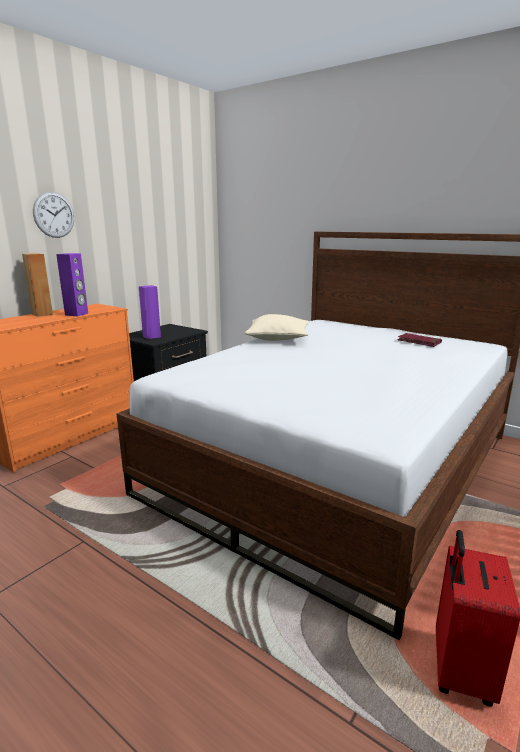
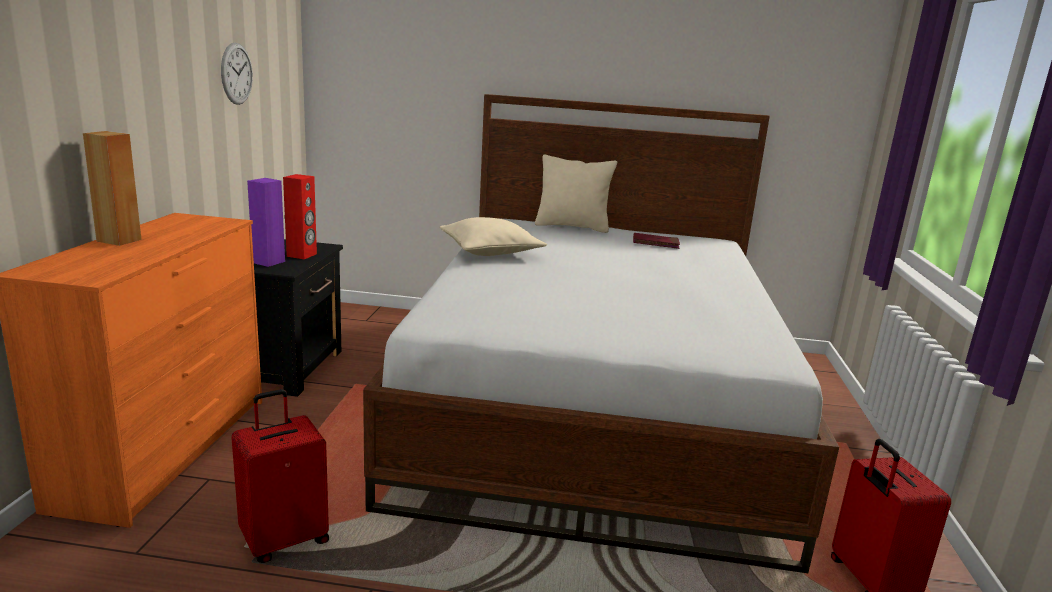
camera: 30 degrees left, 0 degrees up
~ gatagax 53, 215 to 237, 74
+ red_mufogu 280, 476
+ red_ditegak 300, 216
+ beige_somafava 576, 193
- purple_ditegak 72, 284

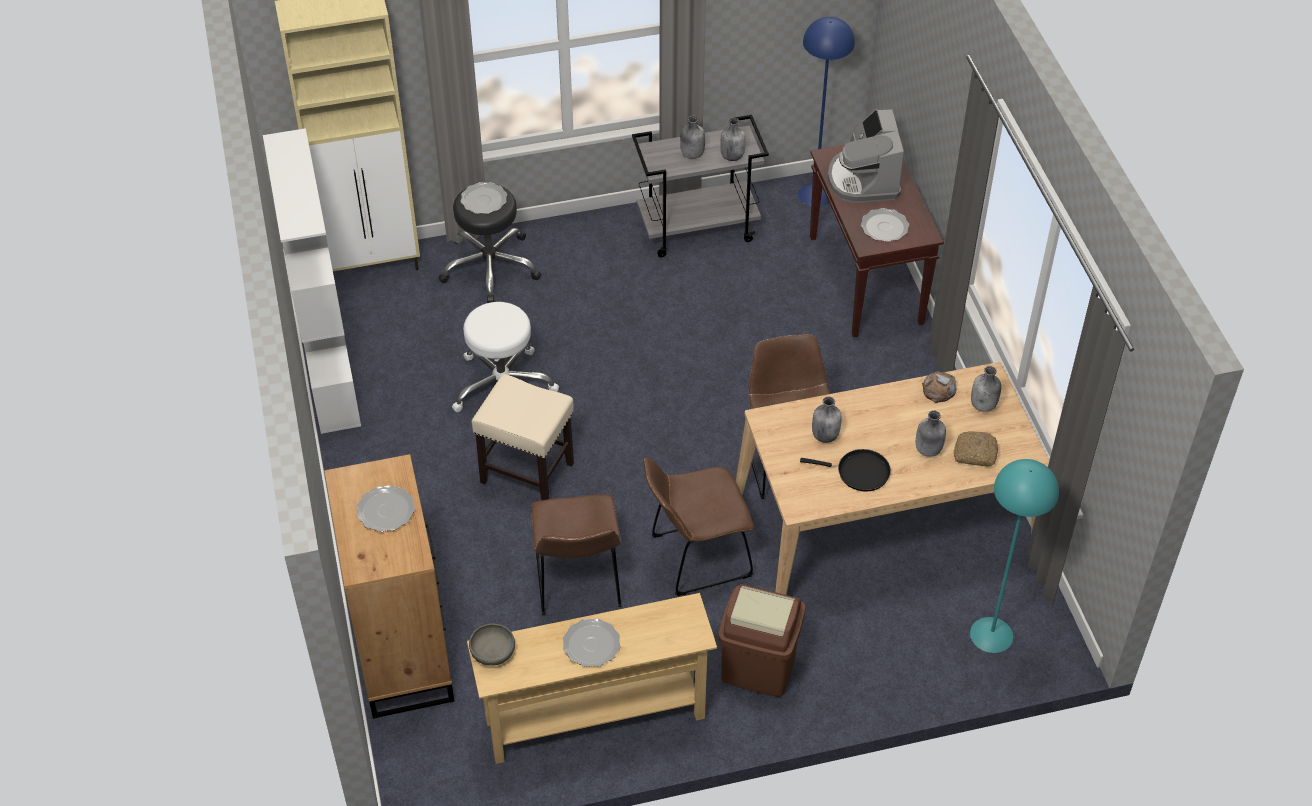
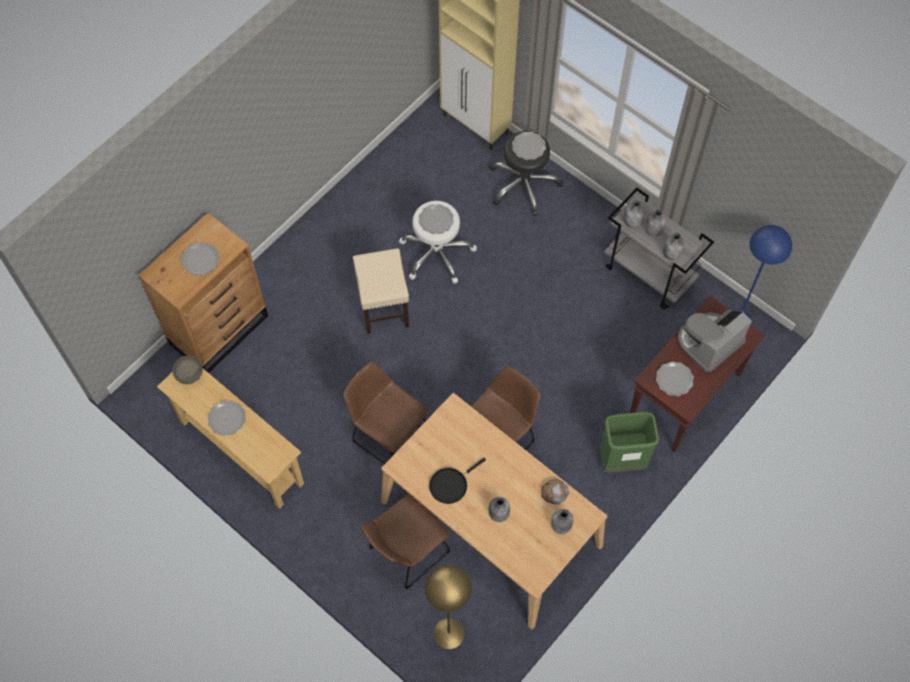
camera: 55 degrees right, 15 degrees up
~ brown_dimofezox 576, 555 to 406, 541
+ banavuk 436, 219
~ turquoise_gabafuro 1014, 556 to yellow_gabafuro 448, 607
~ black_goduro 845, 470 = 457, 481 75 degrees clockwise
+ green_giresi 629, 442
~ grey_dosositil 827, 420 to 634, 214
- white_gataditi 312, 281
- brown_giresi 761, 640
- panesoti 975, 449

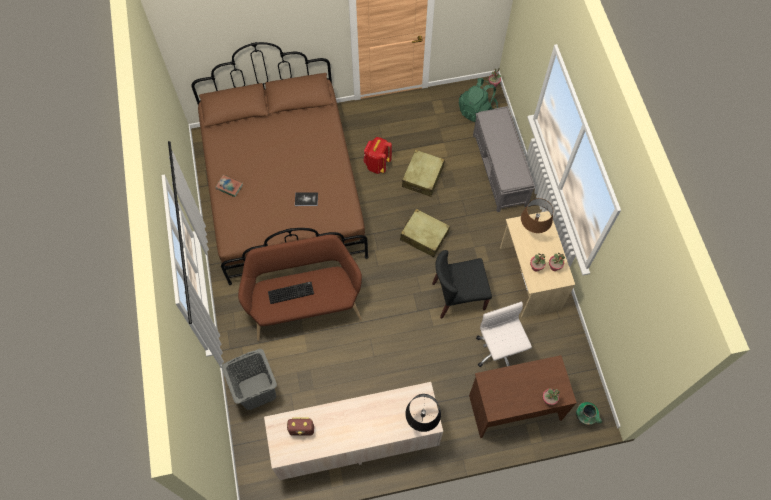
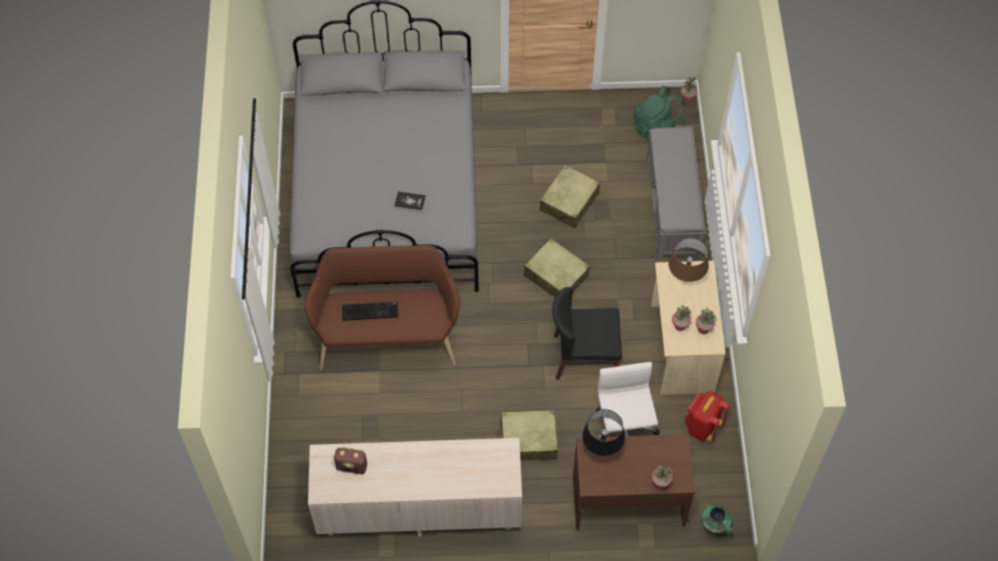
camera: 10 degrees right, 5 degrees down
~ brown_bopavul 279, 163 to grey_bopavul 384, 149
+ beige_mufogu 527, 435
~ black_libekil 423, 413 to 603, 432
~ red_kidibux 377, 155 to 707, 416
- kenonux 229, 186
- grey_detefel 249, 379

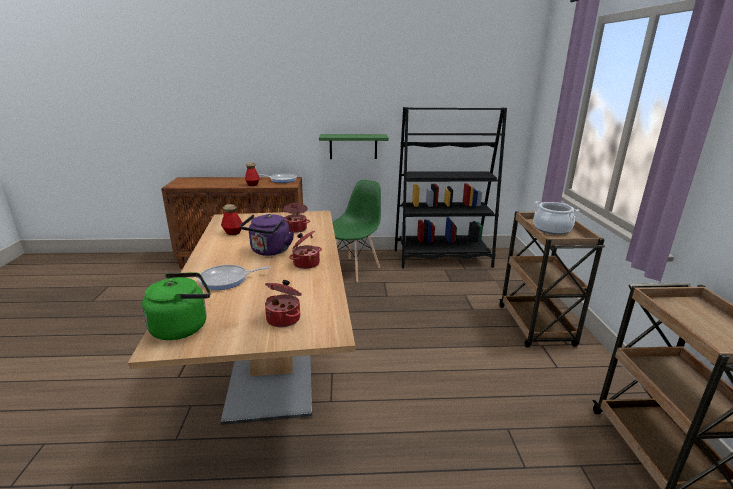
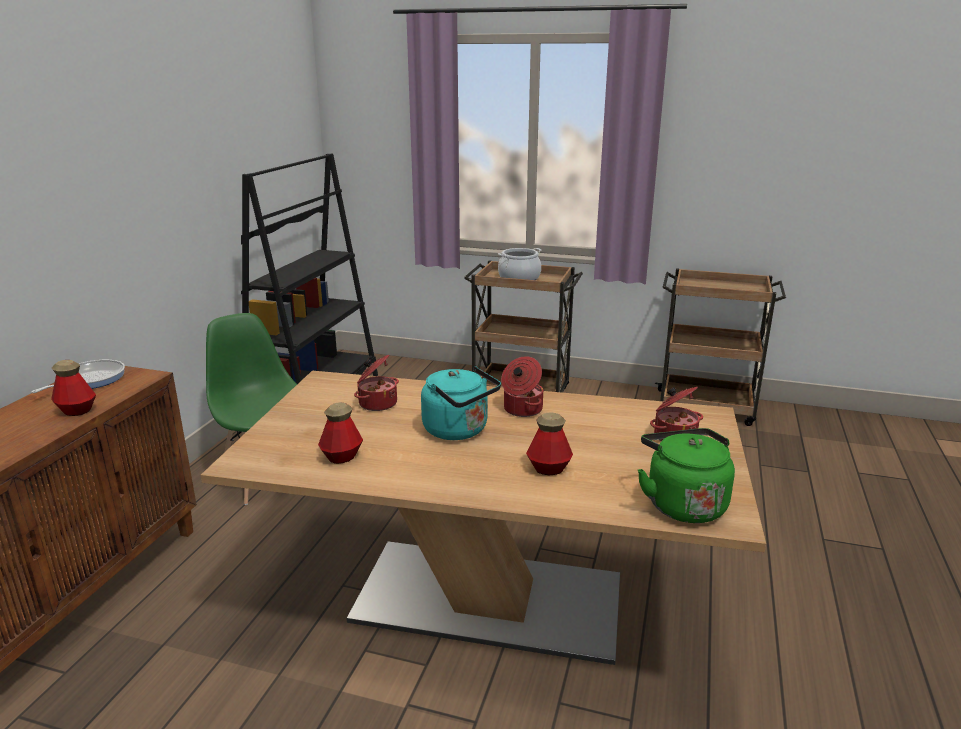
camera: 70 degrees left, 0 degrees up
~ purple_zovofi 267, 235 to turquoise_zovofi 461, 403
~ goduro 234, 277 to dosositil 549, 443
- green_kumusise 354, 146

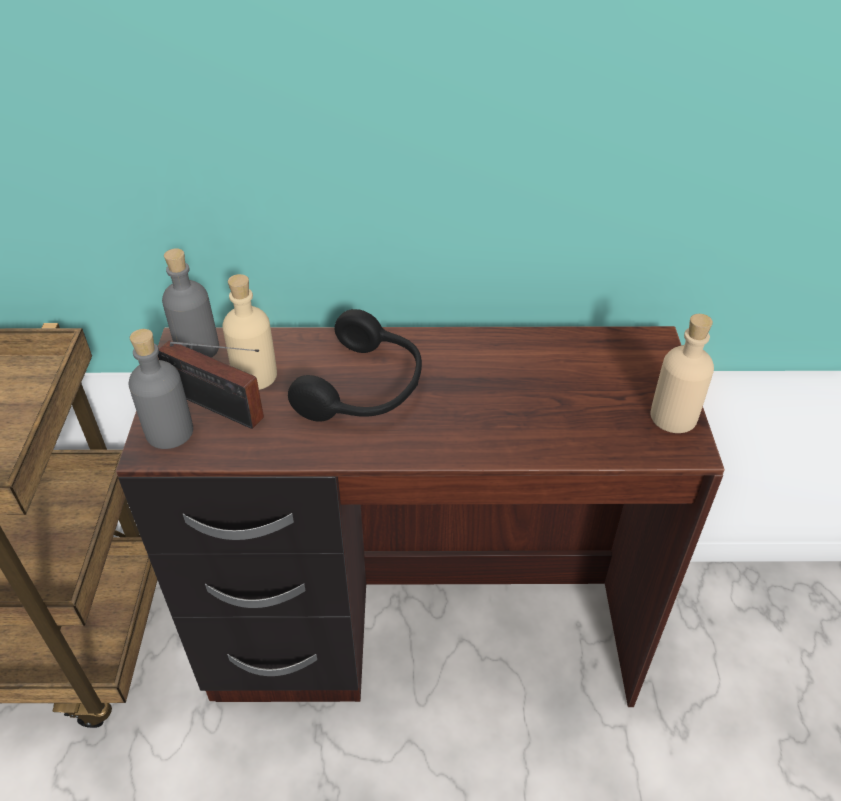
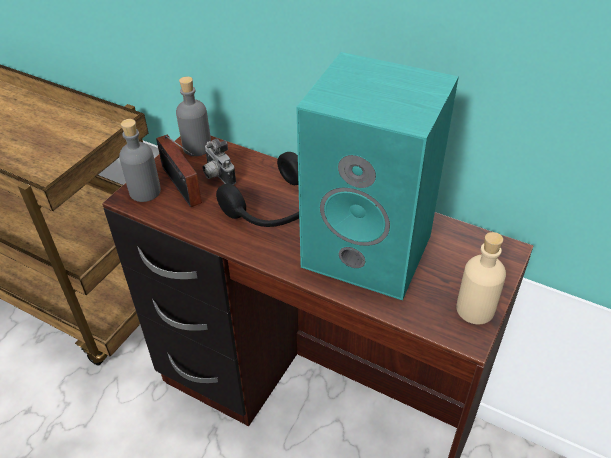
camera: 30 degrees right, 0 degrees up
~ beige_dosositil 249, 332 to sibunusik 219, 161
+ turquoise_ditegak 377, 176

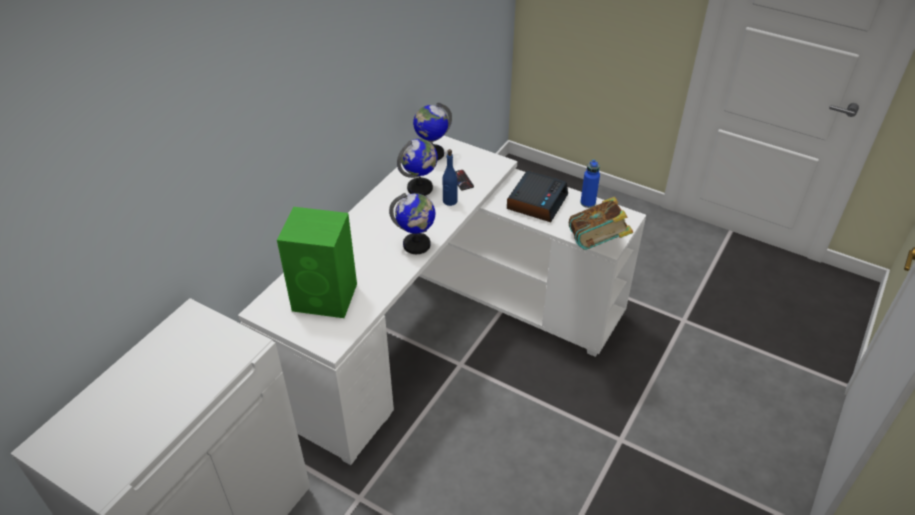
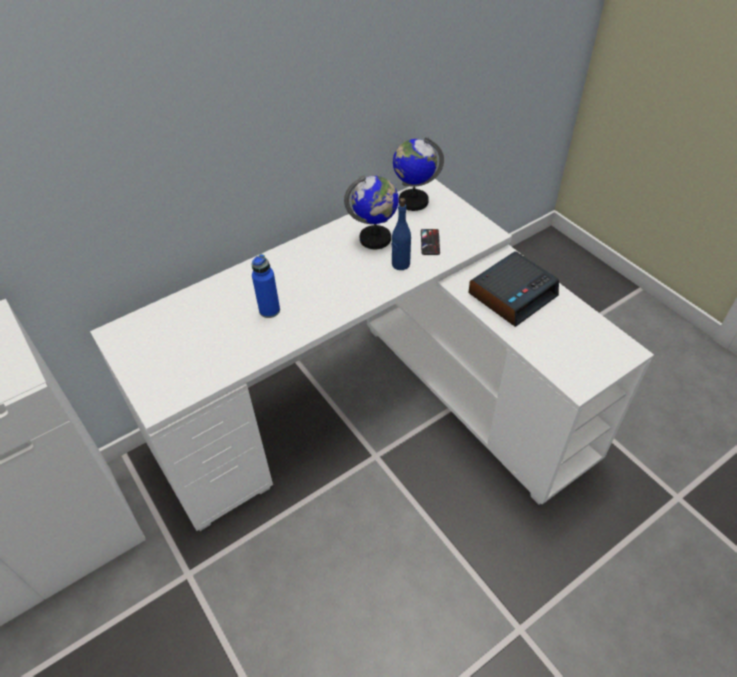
camera: 25 degrees right, 5 degrees up
~ blue_dosositil 590, 184 to 266, 286
- green_ditegak 317, 262
- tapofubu 412, 223
- kenonux 601, 223

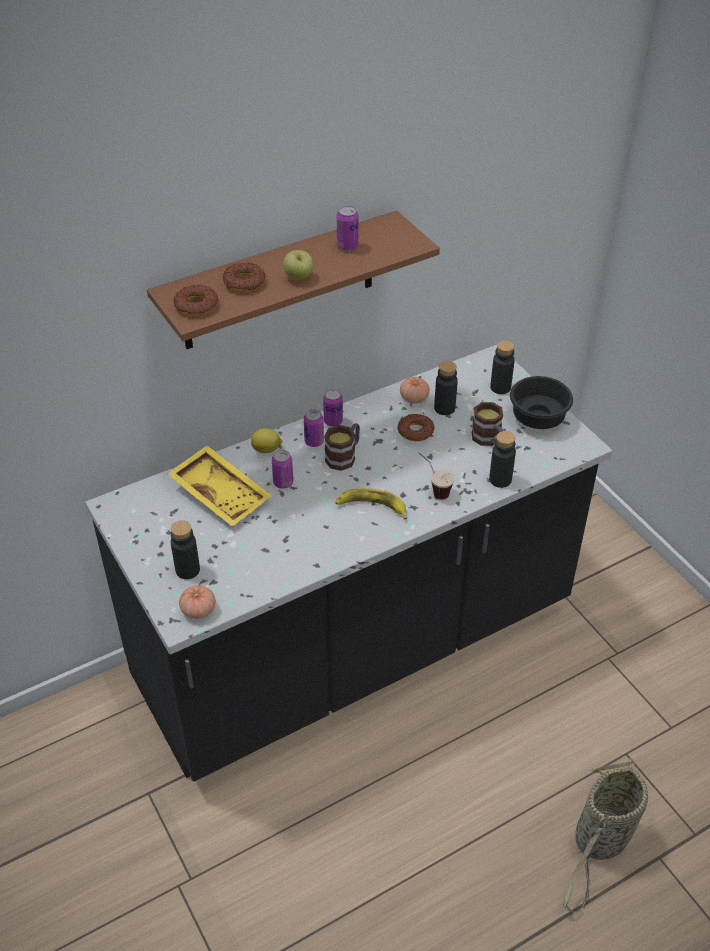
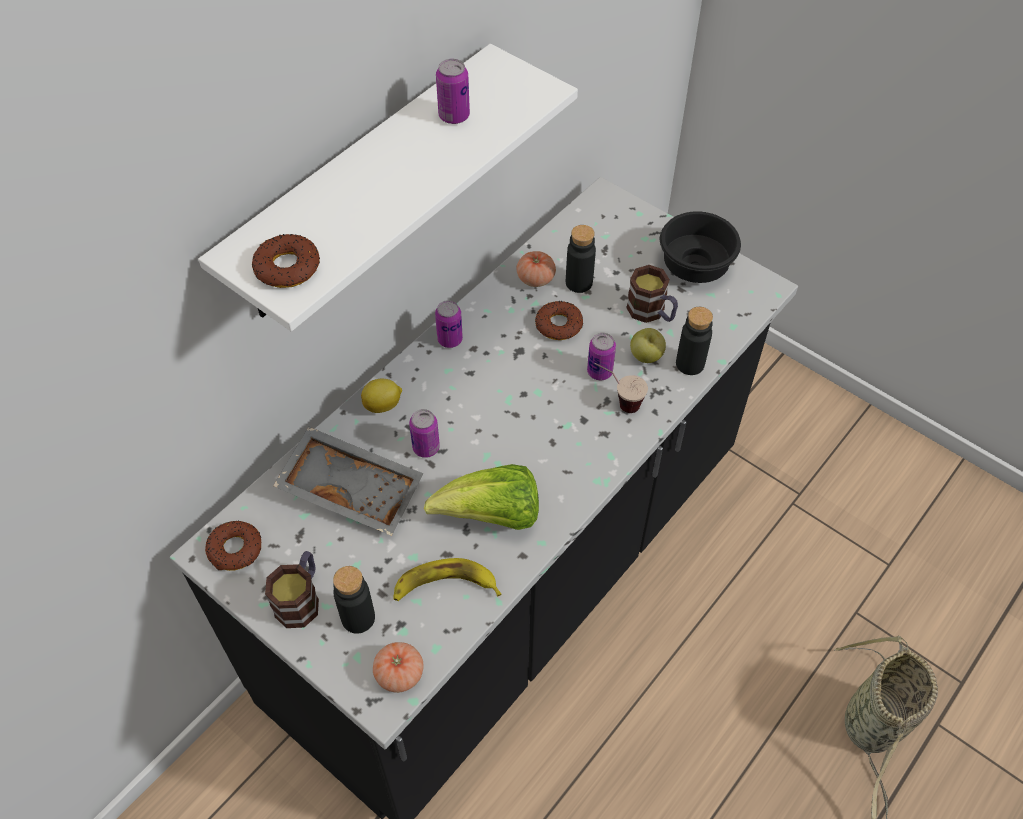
camera: 20 degrees left, 10 degrees up
~ brown_kumusise 293, 279 to white_kumusise 388, 187
~ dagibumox 244, 277 to 233, 545
~ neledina 342, 447 to 292, 589
~ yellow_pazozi 219, 486 to grey_pazozi 348, 481
~ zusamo 371, 504 to 447, 579
+ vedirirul 481, 497
~ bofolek 314, 428 to 601, 356
~ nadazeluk 298, 265 to 648, 345
- black_dosositil 502, 367

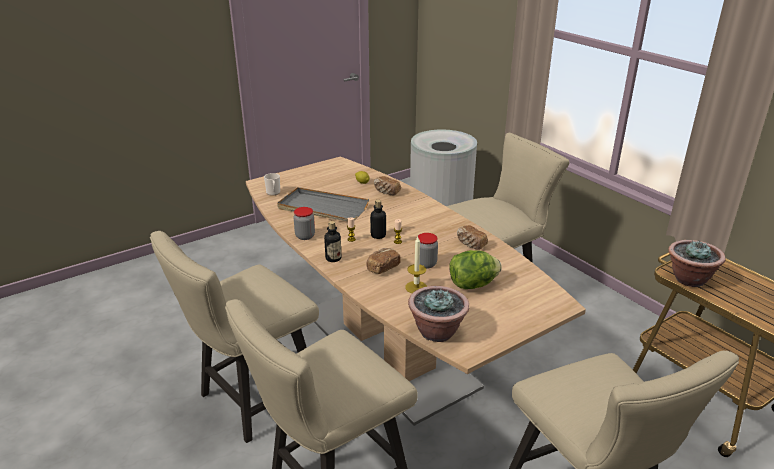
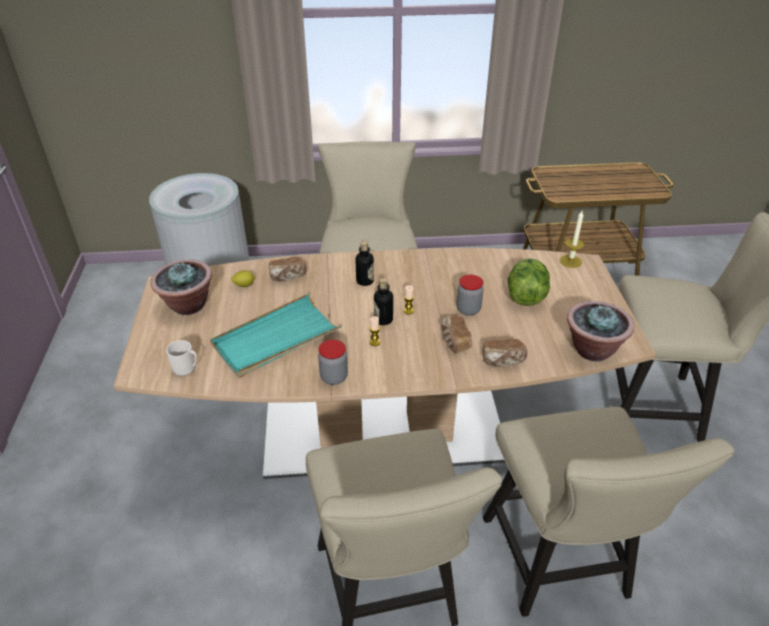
camera: 60 degrees left, 10 degrees up
~ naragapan 697, 263 to 181, 287
~ grey_pazozi 323, 204 to turquoise_pazozi 275, 335
~ dosositil 332, 241 to 364, 263
~ panesoti 472, 237 to 504, 353
~ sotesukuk 416, 265 to 572, 239

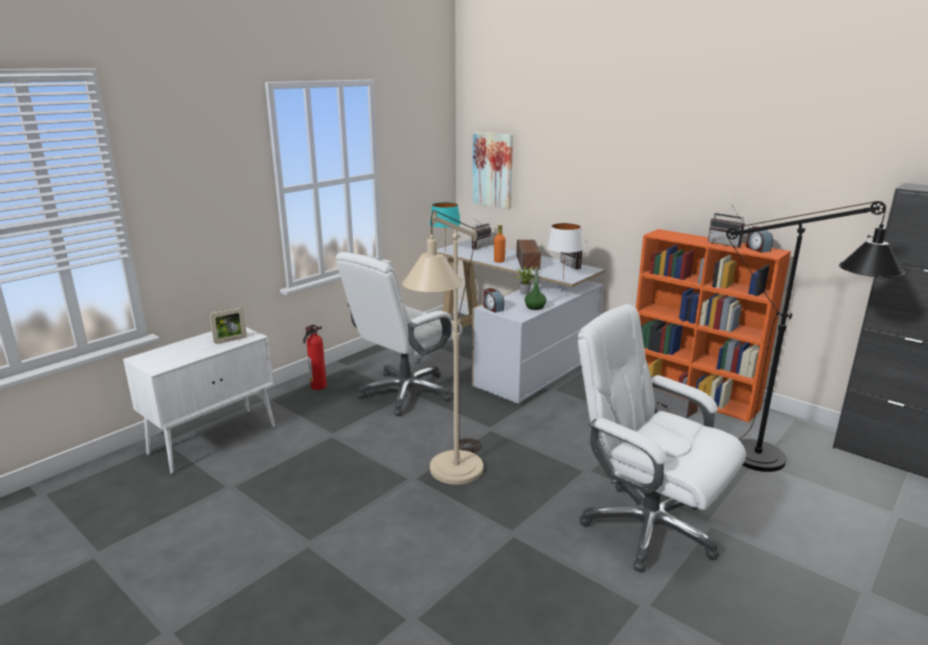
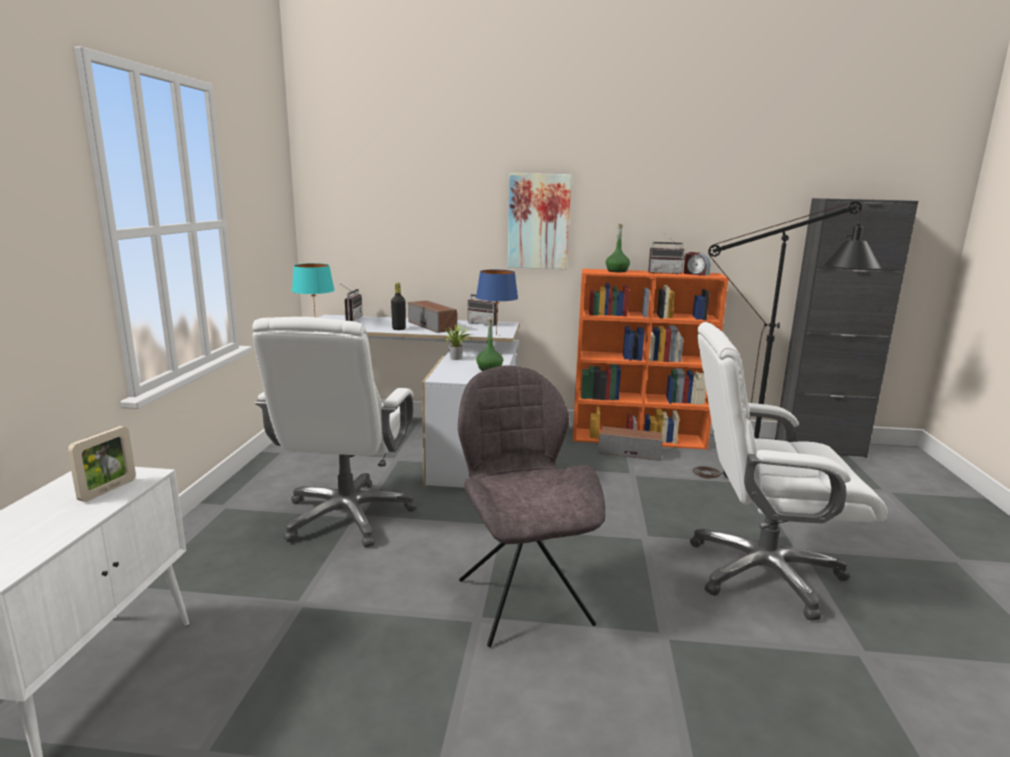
camera: 35 degrees left, 5 degrees down
~ orange_dosositil 500, 244 to black_dosositil 398, 306
~ beige_gabafuro 442, 347 to grey_dimofezox 531, 506
~ white_libekil 565, 250 to blue_libekil 497, 302
~ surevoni 493, 170 to 540, 221
+ green_dosositil 618, 248
- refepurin 315, 357
- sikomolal 494, 300

